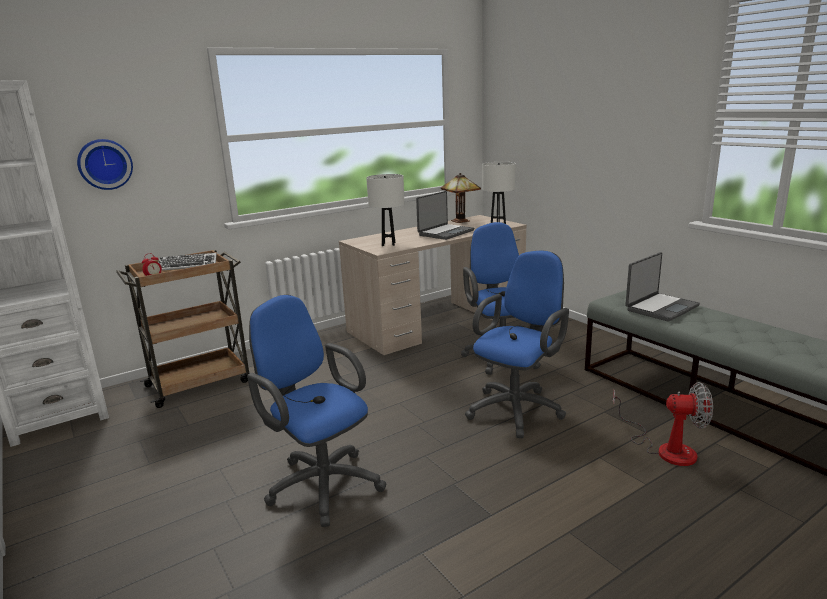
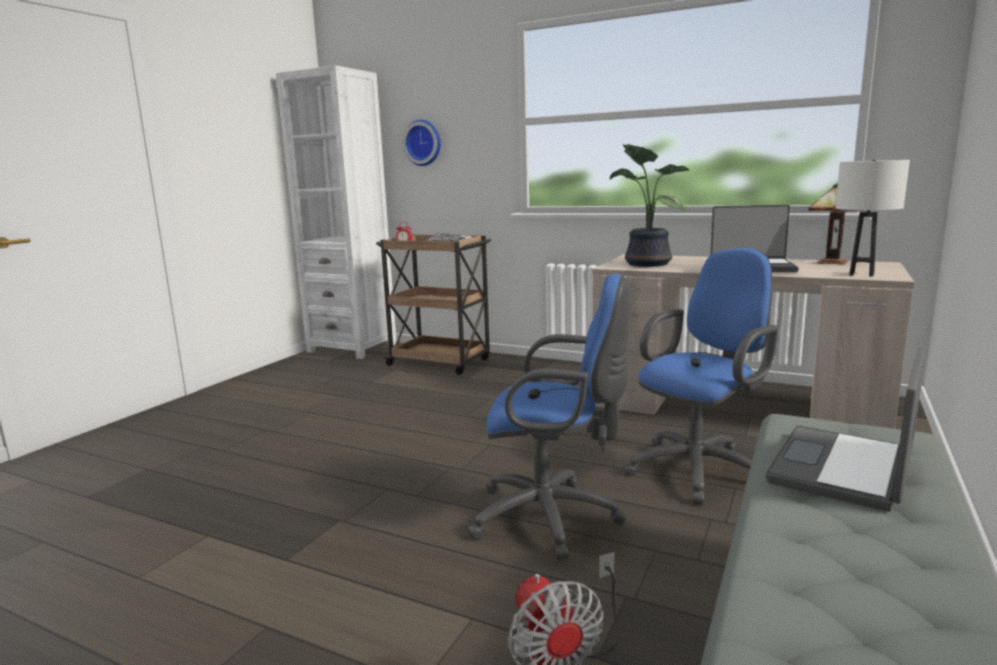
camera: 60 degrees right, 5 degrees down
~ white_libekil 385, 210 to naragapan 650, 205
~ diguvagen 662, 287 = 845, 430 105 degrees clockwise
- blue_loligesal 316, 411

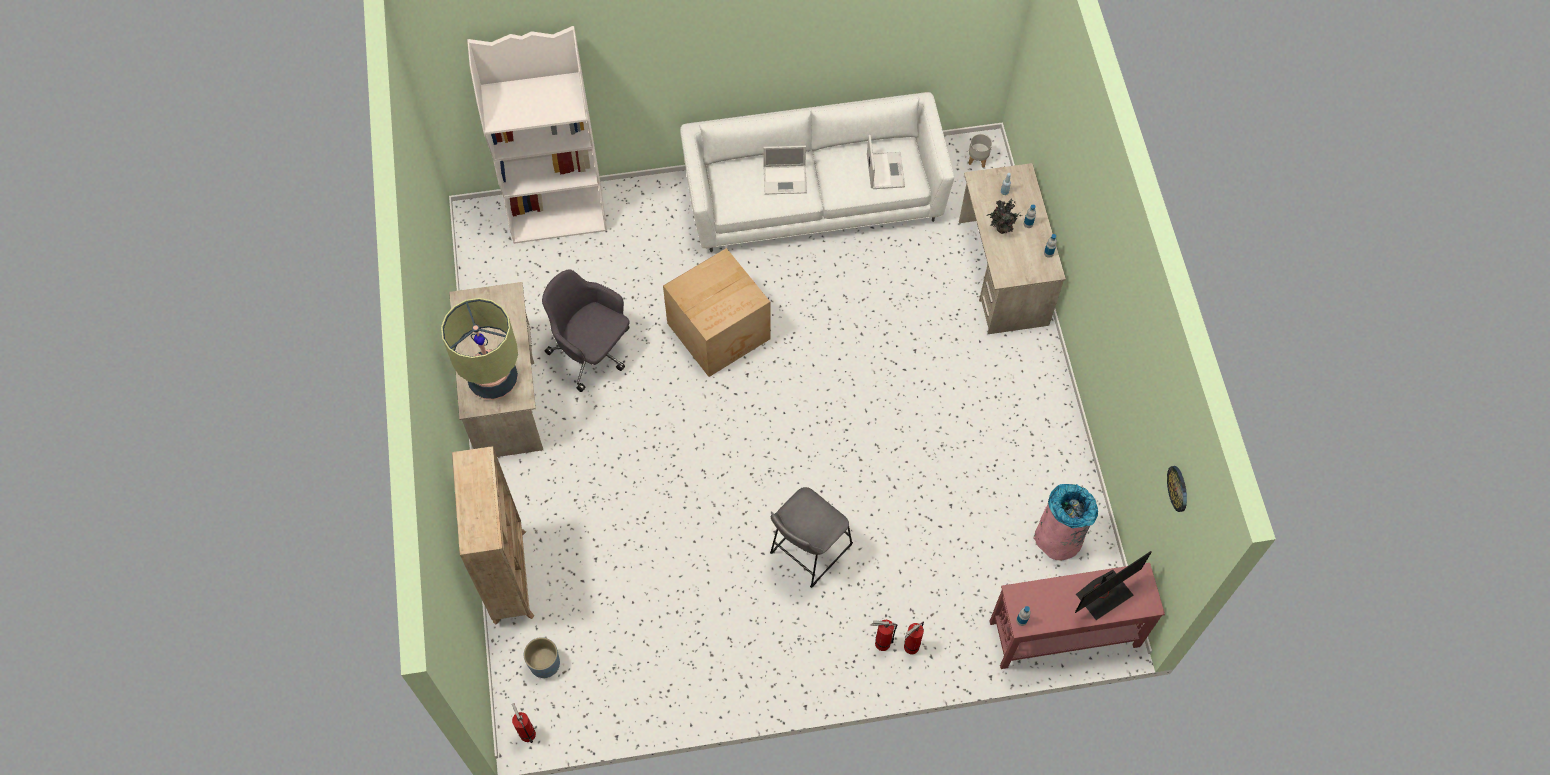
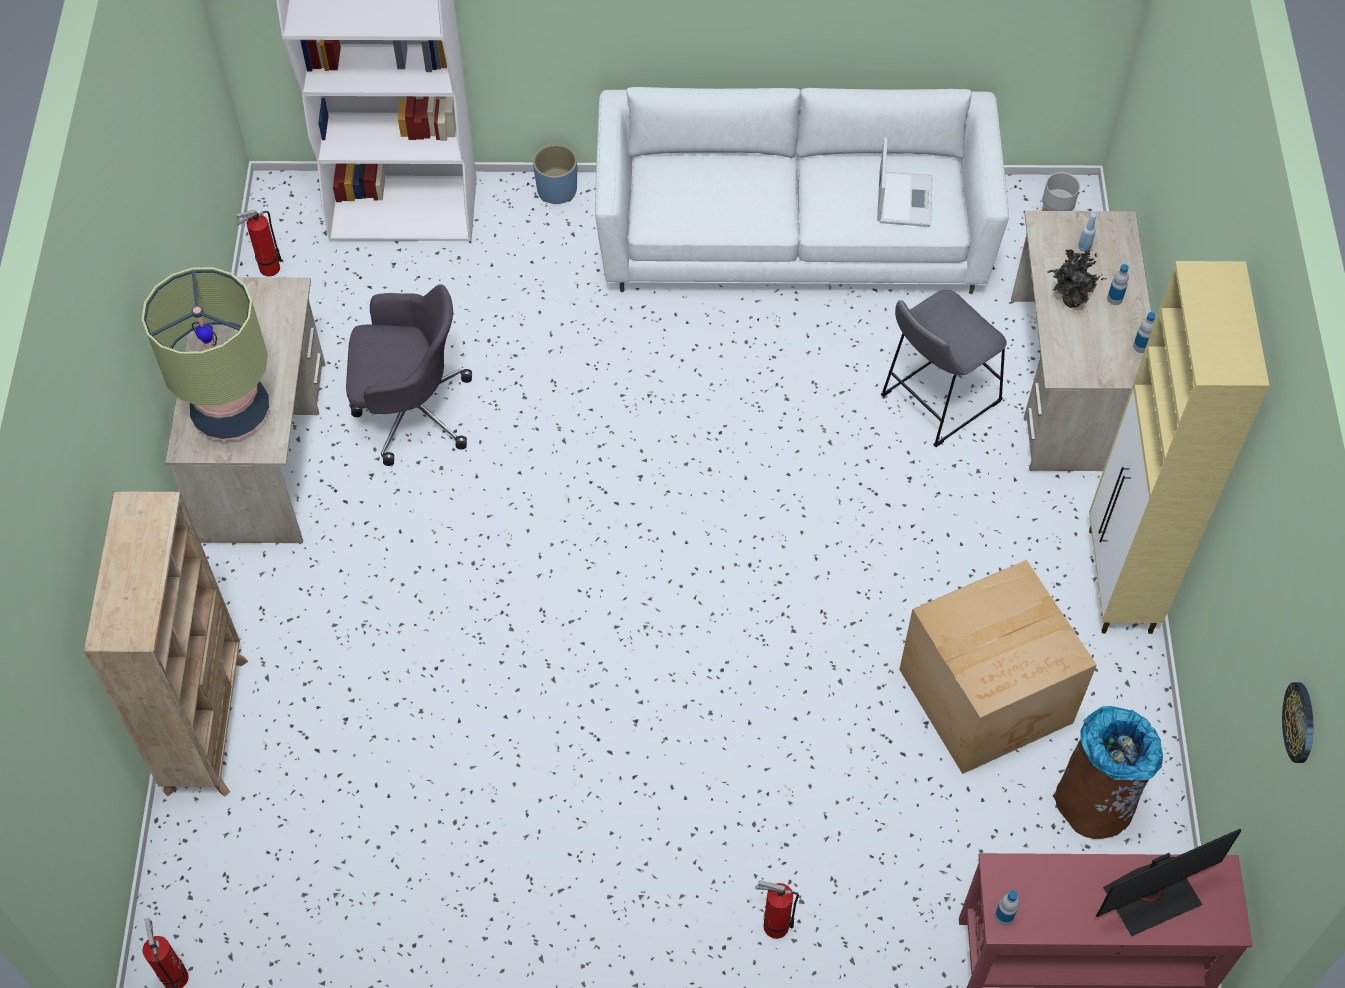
camera: 10 degrees right, 5 degrees down
~ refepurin 914, 637 to 259, 243
~ grey_loligesal 586, 330 = 409, 375 135 degrees clockwise
~ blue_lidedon 542, 657 to 555, 174
~ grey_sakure 811, 537 to 944, 368
~ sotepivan 716, 312 to 998, 667
~ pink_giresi 1065, 522 to brown_giresi 1108, 772
+ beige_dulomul 1179, 447
- diguvagen 785, 170

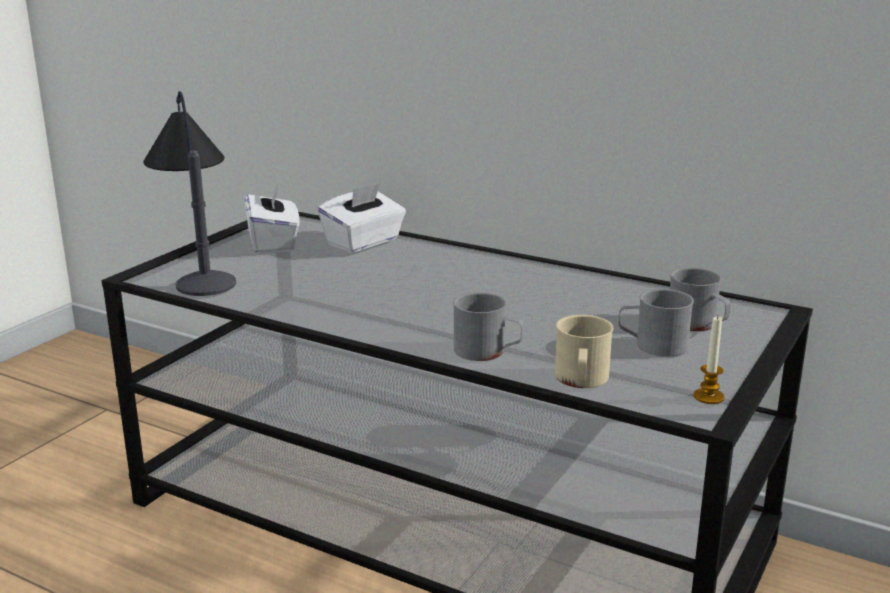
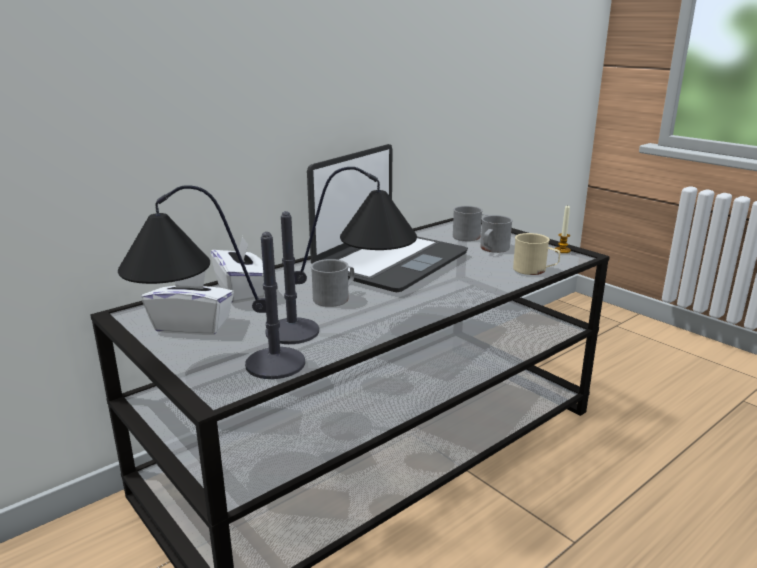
camera: 70 degrees left, 0 degrees up
+ libekil 341, 255
+ diguvagen 387, 218
~ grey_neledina 488, 326 to 332, 283

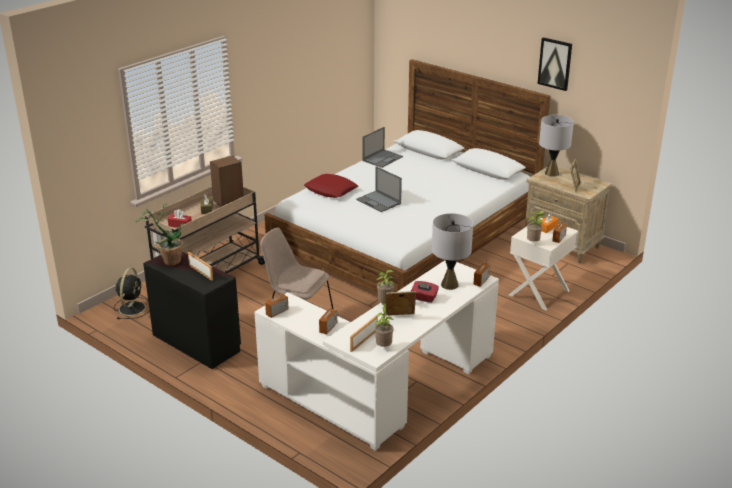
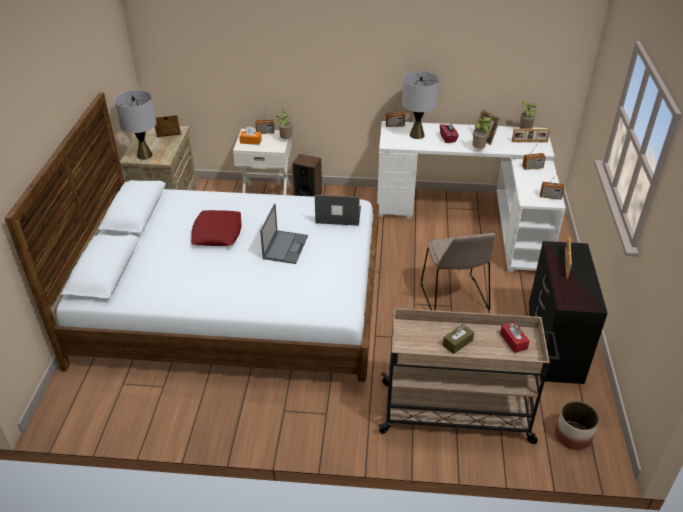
camera: 125 degrees left, 10 degrees up
~ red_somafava 331, 186 to 216, 228
~ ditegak 227, 181 to 307, 175
~ diguvagen 383, 147 to 338, 210
~ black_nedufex 132, 293 to lidedon 577, 425
- naragapan 162, 235
- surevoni 554, 64

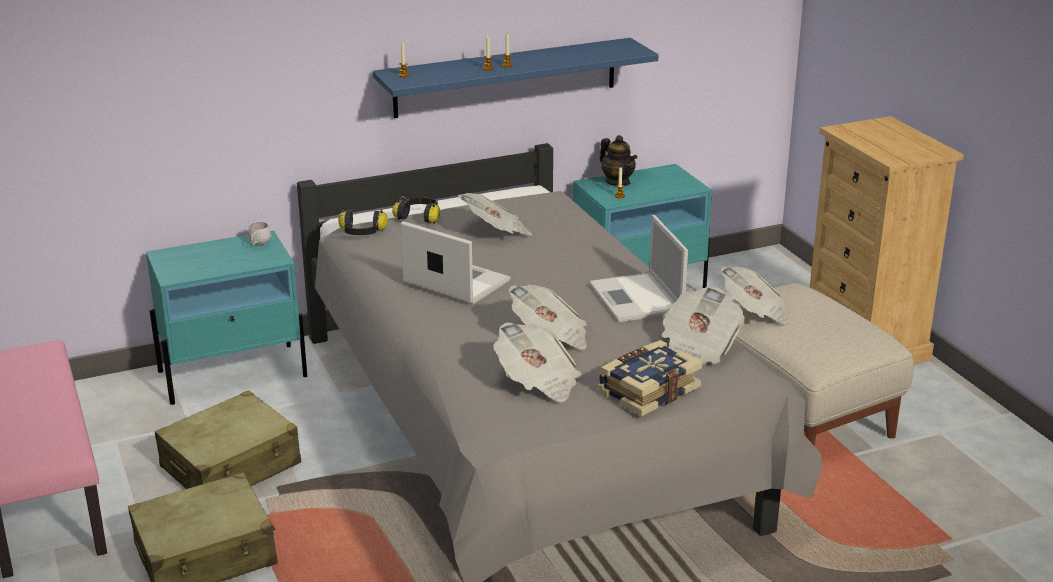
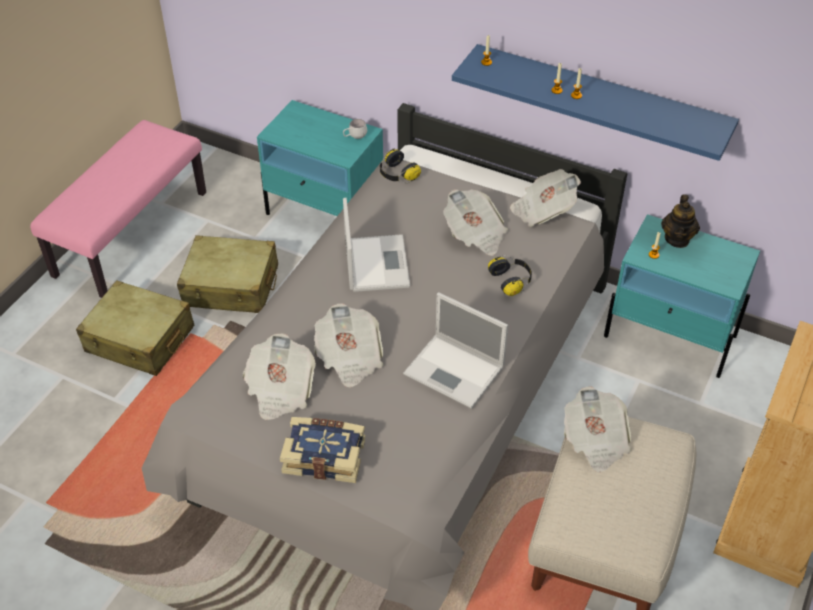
camera: 50 degrees right, 20 degrees up
~ diguvagen 638, 268 = 455, 350 90 degrees counterclockwise
~ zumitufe 416, 210 to 510, 275
~ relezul 703, 326 to 545, 198

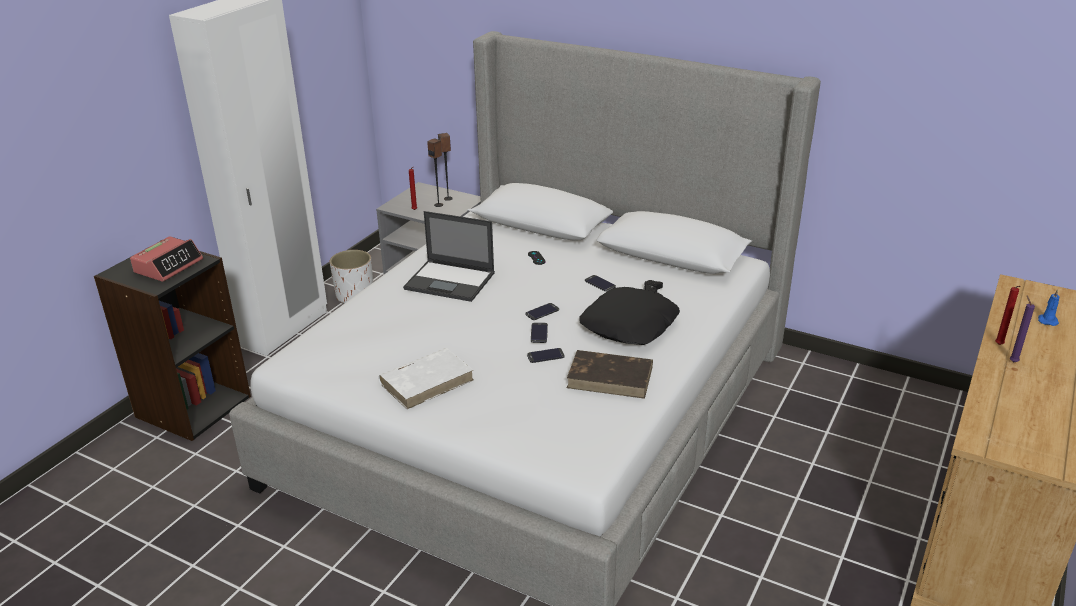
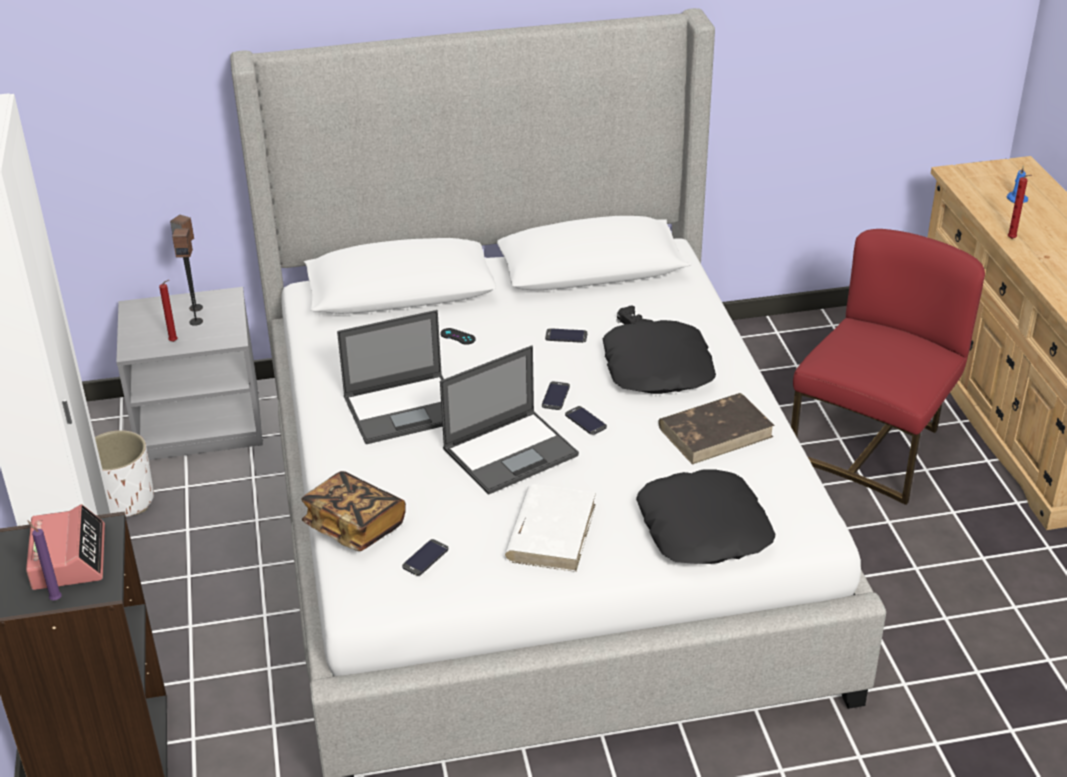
camera: 40 degrees left, 5 degrees up
~ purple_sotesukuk 1022, 328 to 44, 560
+ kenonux 353, 511
~ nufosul 546, 355 to 425, 557
+ diguvagen 509, 420
+ black_somafava 705, 516
+ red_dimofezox 888, 367

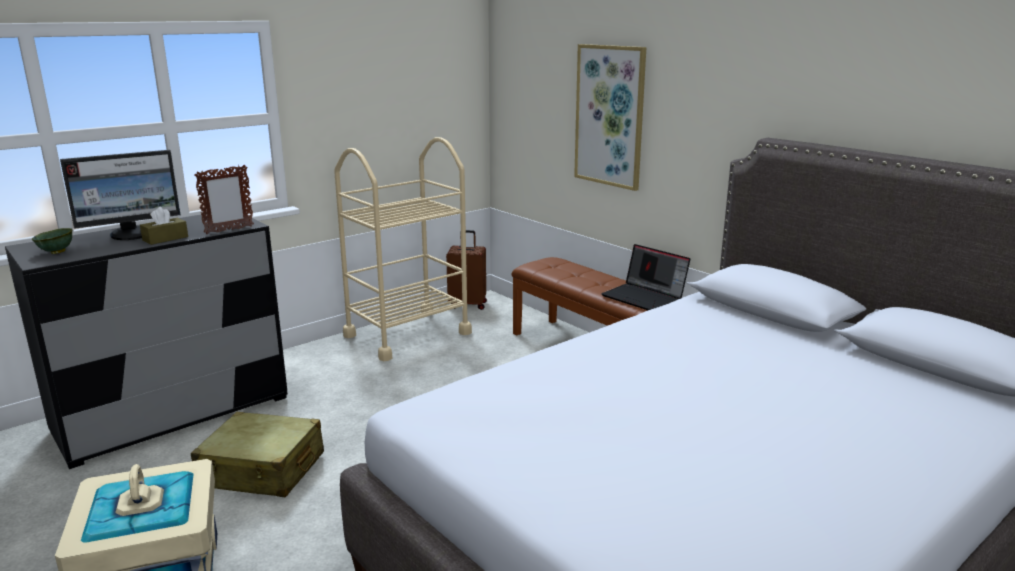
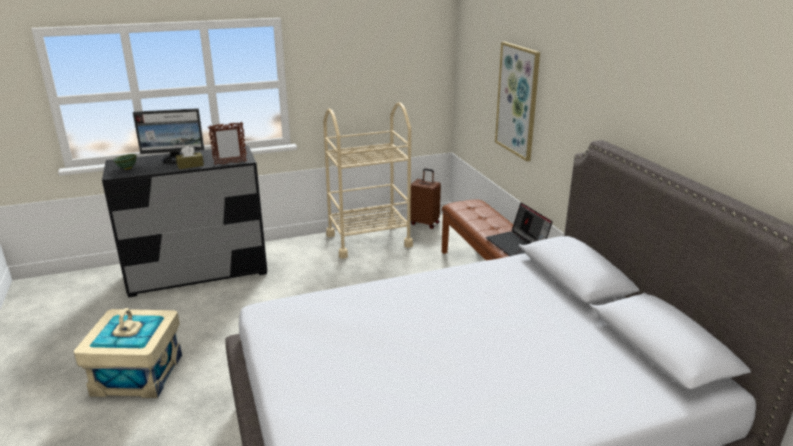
camera: 20 degrees right, 5 degrees up
- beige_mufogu 257, 454

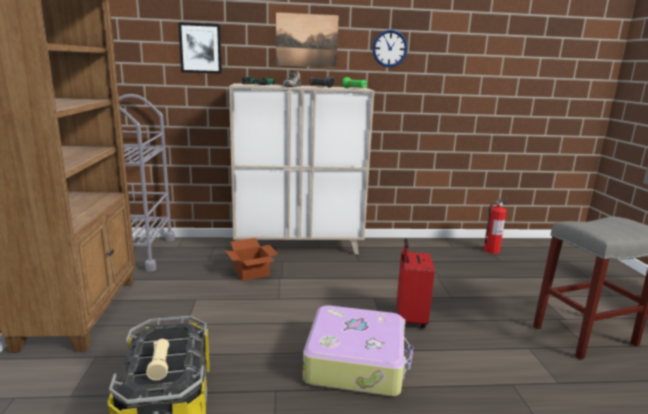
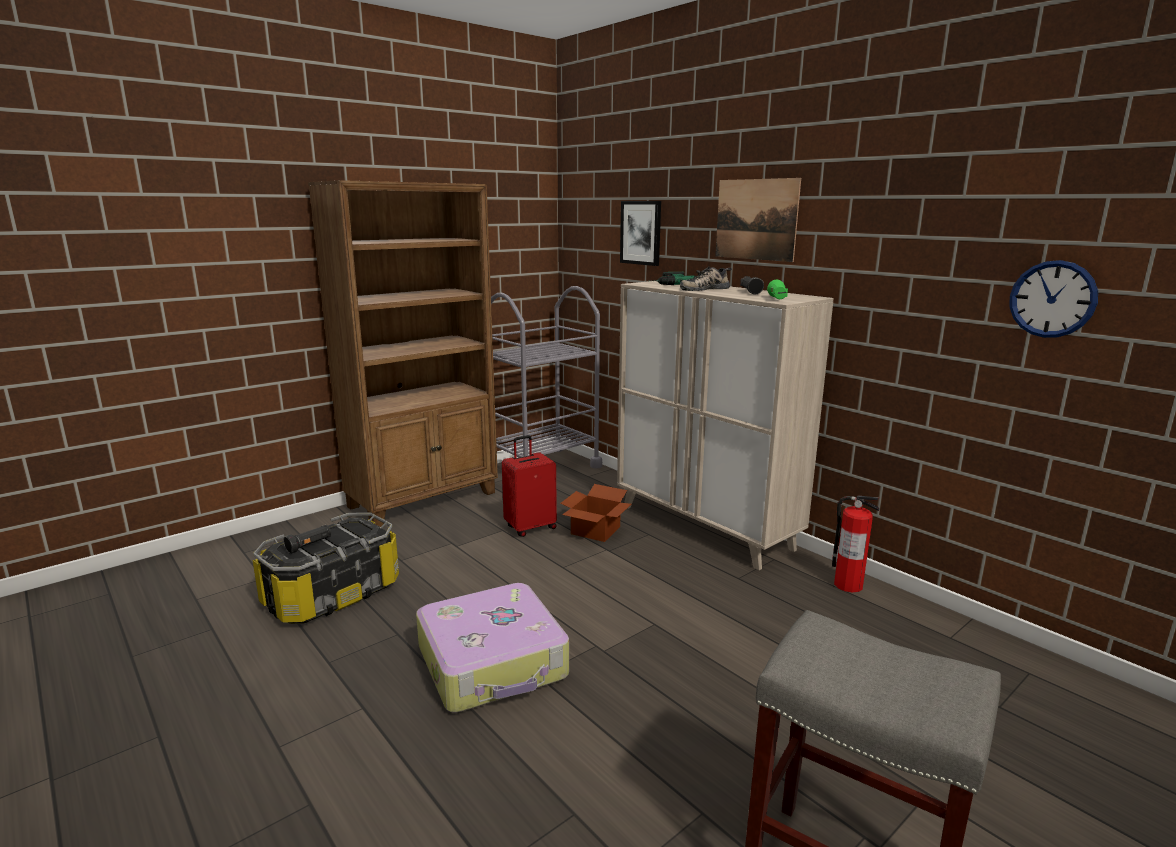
camera: 55 degrees right, 0 degrees up
~ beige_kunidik 157, 359 to black_kunidik 307, 539
~ red_mufogu 416, 283 to 529, 486
~ refepurin 496, 226 to 855, 543
~ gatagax 390, 48 to 1054, 299

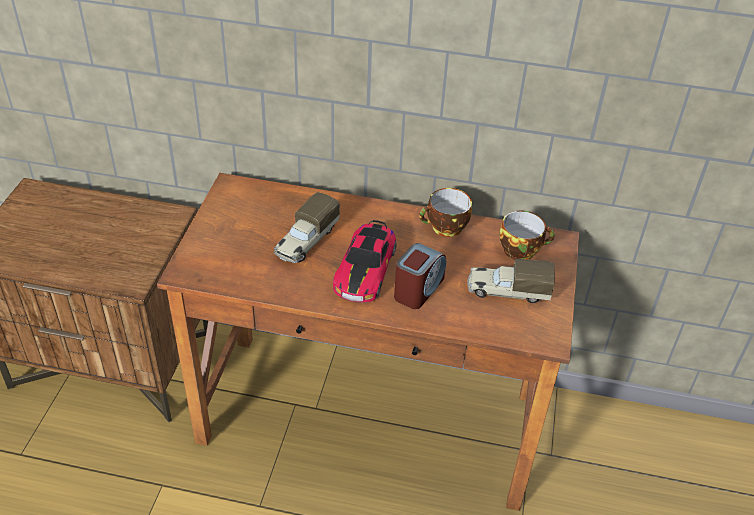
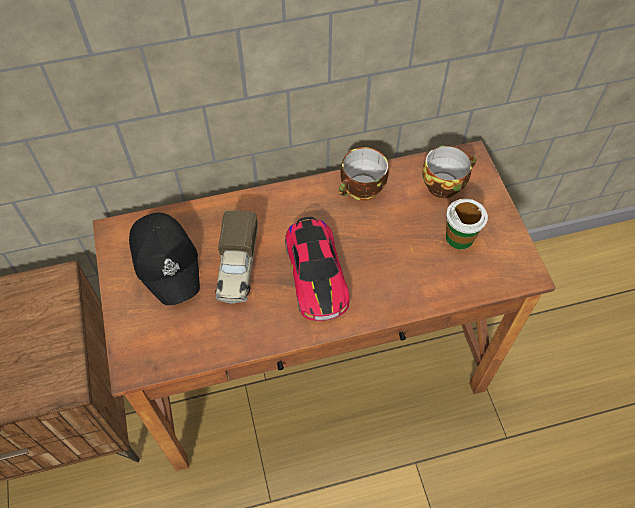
camera: 25 degrees left, 15 degrees up
+ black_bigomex 164, 259
~ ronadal 511, 281 to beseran 467, 224
- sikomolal 420, 276

